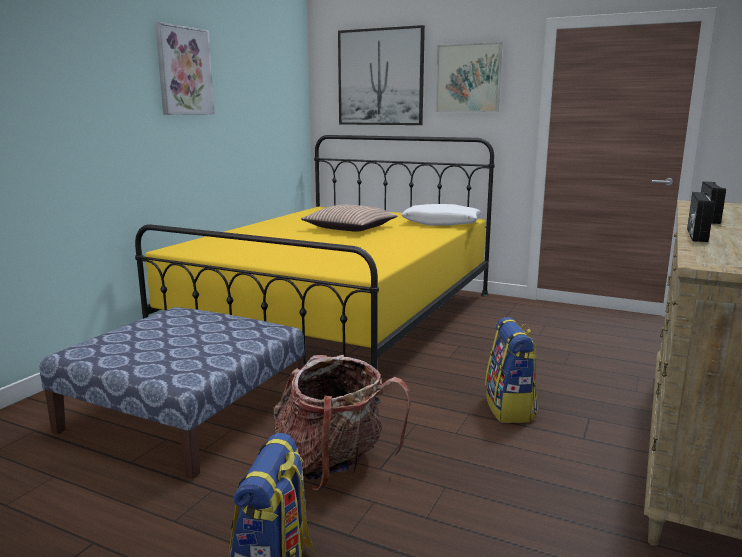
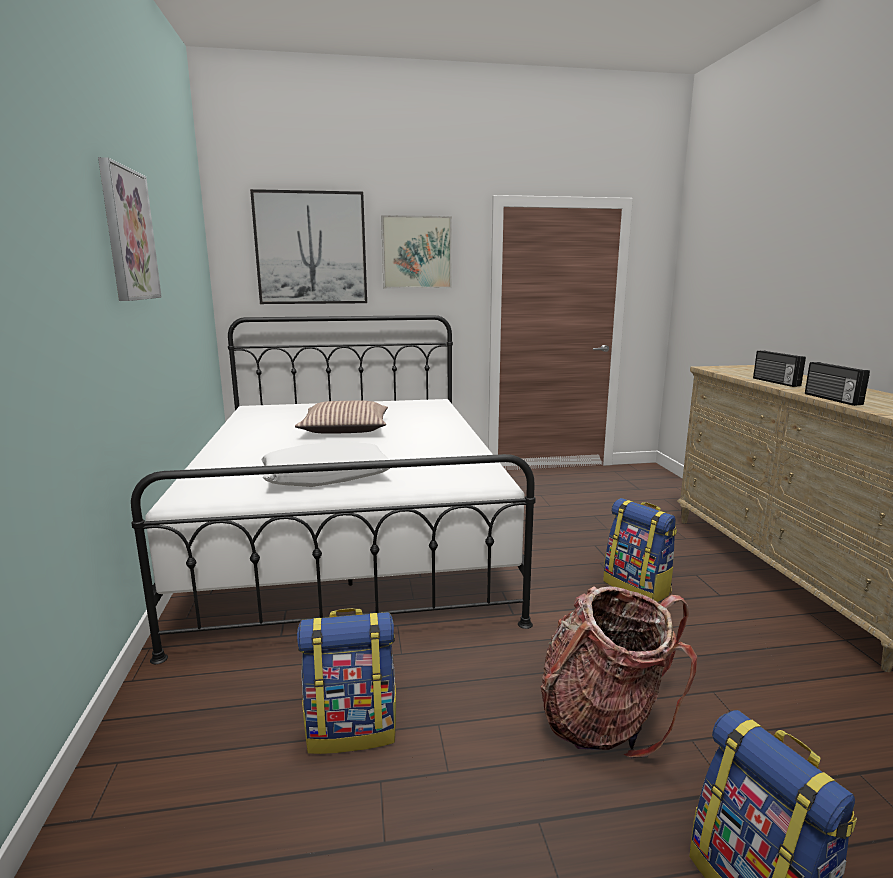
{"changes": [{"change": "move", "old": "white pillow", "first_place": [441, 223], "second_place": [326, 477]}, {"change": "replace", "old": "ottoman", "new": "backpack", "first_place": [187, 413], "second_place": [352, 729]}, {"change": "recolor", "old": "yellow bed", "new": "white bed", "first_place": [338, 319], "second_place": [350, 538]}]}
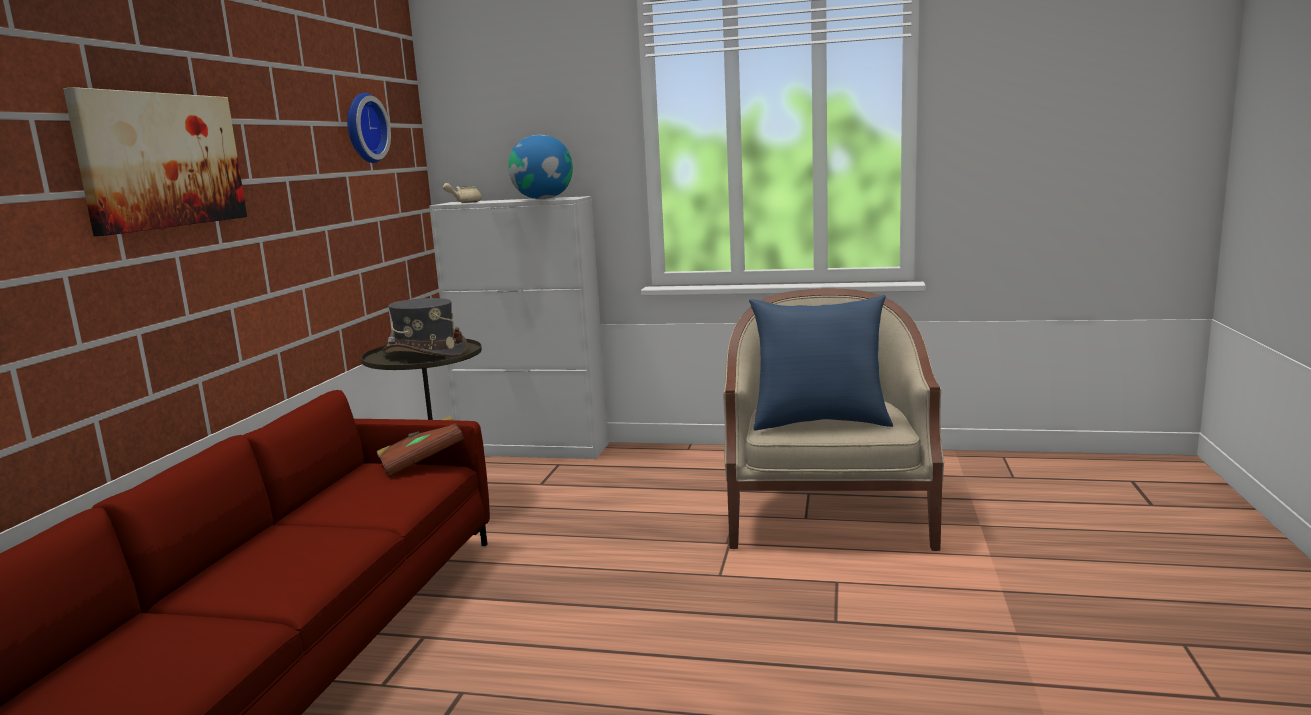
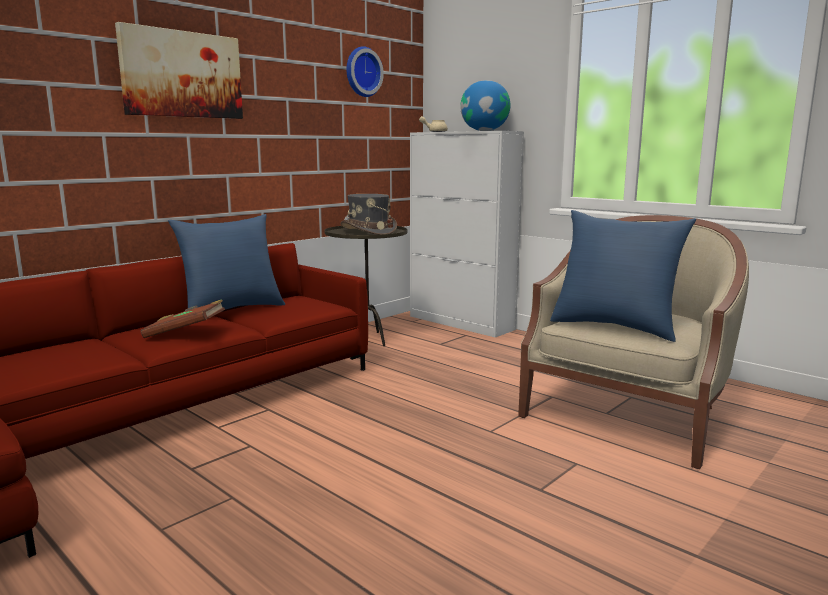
{"changes": [{"change": "insert", "new": "blue pillow", "second_place": [232, 310]}, {"change": "move", "old": "brown book", "first_place": [422, 462], "second_place": [185, 333]}]}
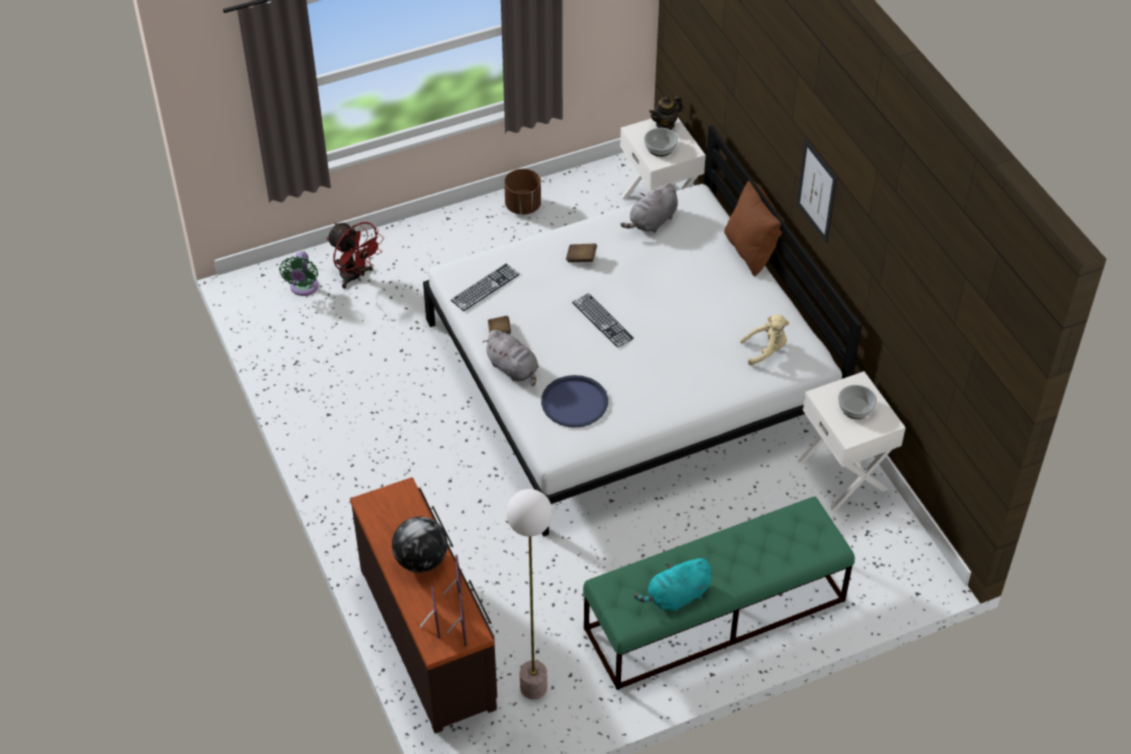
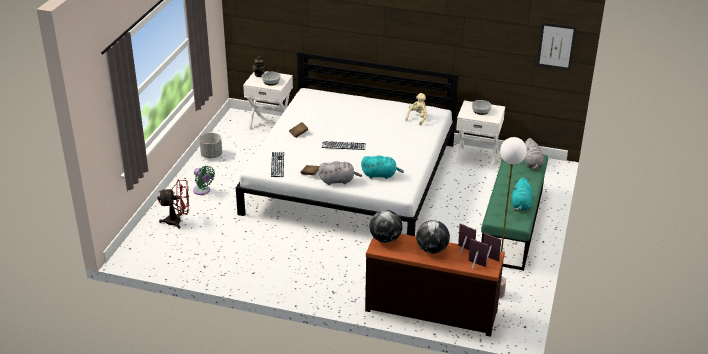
{"changes": [{"change": "delete", "old": "brown pillow", "first_place": [751, 250]}, {"change": "insert", "new": "globe", "second_place": [385, 239]}, {"change": "move", "old": "green fan", "first_place": [303, 288], "second_place": [203, 191]}, {"change": "move", "old": "grey plush toy", "first_place": [652, 222], "second_place": [532, 164]}, {"change": "move", "old": "picture", "first_place": [817, 190], "second_place": [556, 46]}, {"change": "replace", "old": "blue tray", "new": "turquoise plush toy", "first_place": [574, 402], "second_place": [380, 175]}, {"change": "recolor", "old": "brown planter", "new": "grey planter", "first_place": [523, 206], "second_place": [211, 155]}]}
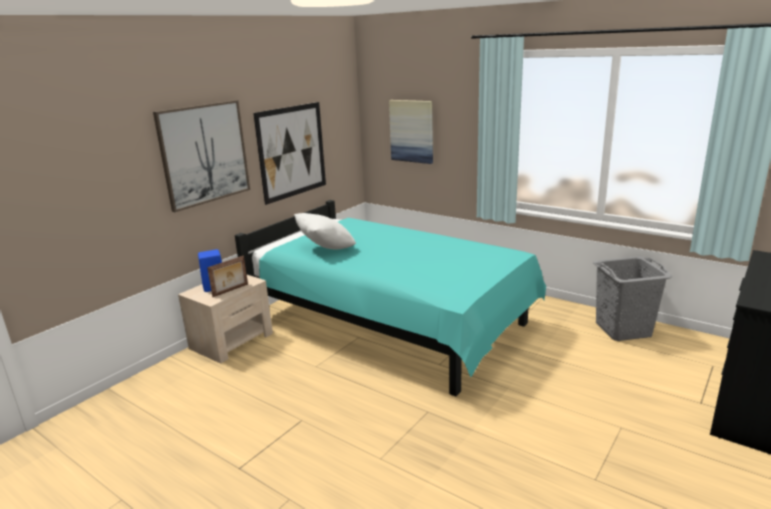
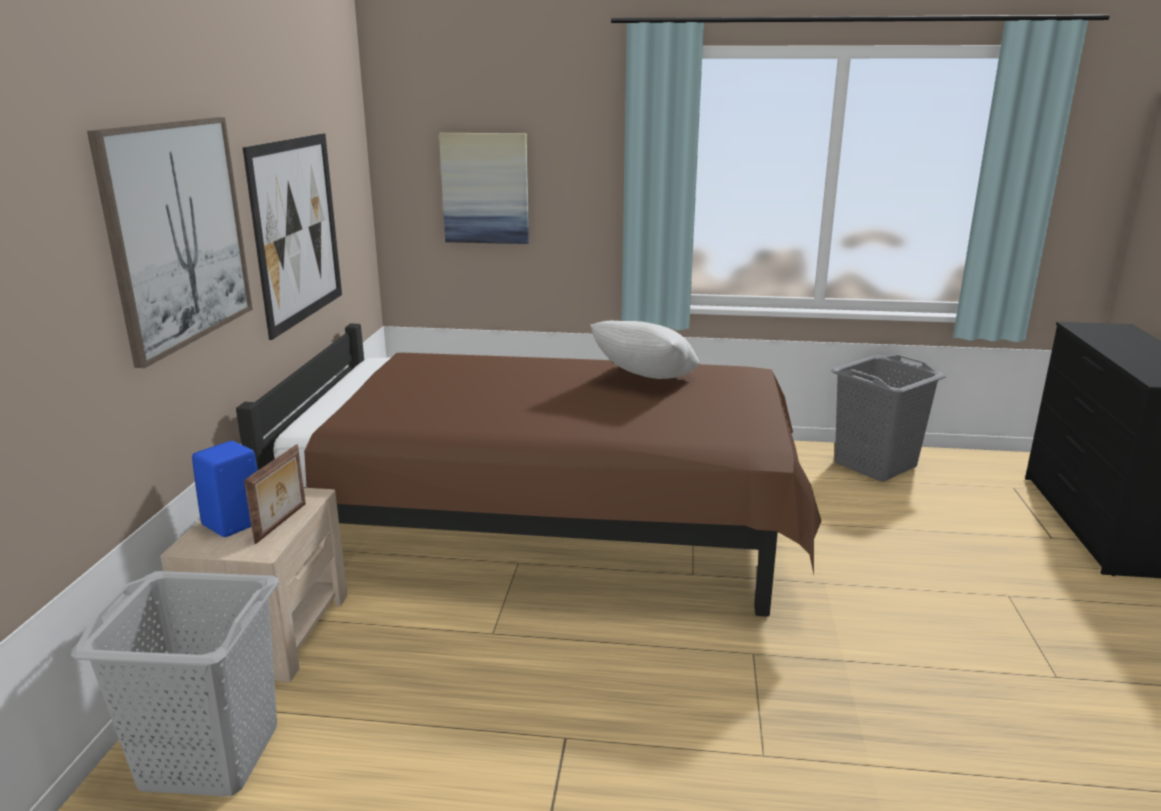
{"changes": [{"change": "insert", "new": "grey laundry basket", "second_place": [210, 757]}, {"change": "move", "old": "white pillow", "first_place": [326, 249], "second_place": [645, 381]}, {"change": "recolor", "old": "turquoise bed", "new": "brown bed", "first_place": [391, 323], "second_place": [552, 527]}]}
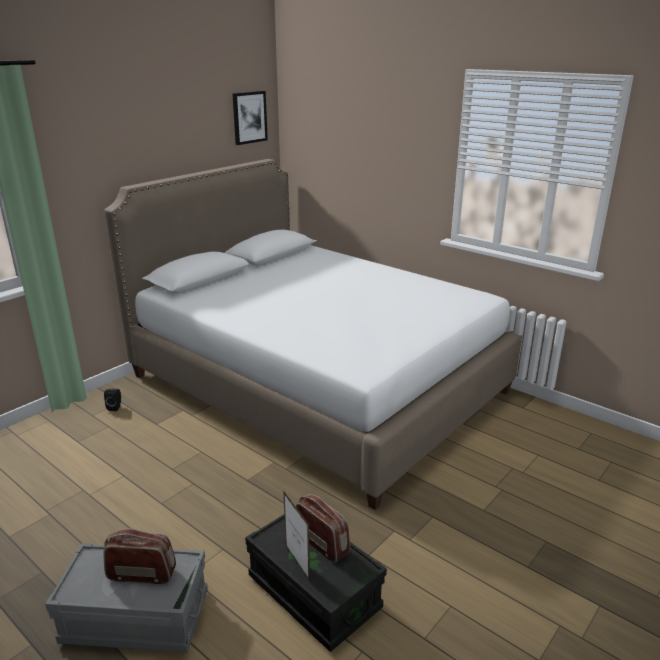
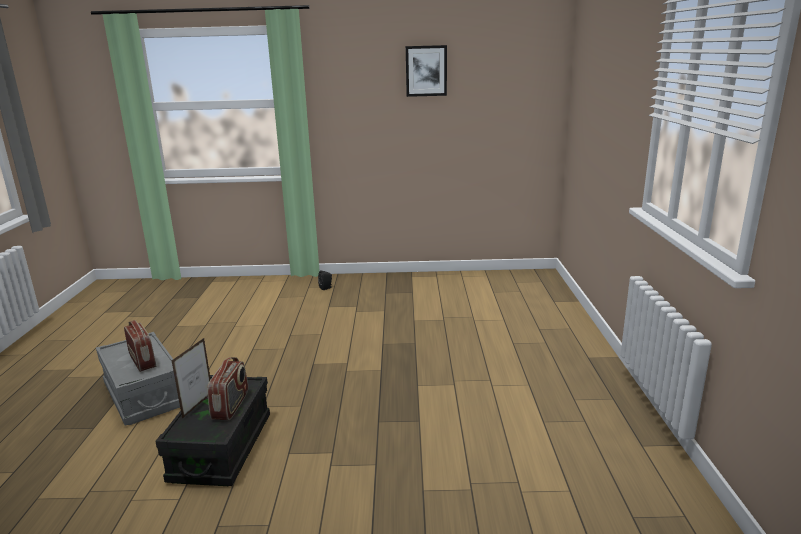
{"changes": [{"change": "delete", "old": "white bed", "first_place": [317, 383]}, {"change": "move", "old": "picture", "first_place": [249, 117], "second_place": [426, 71]}]}
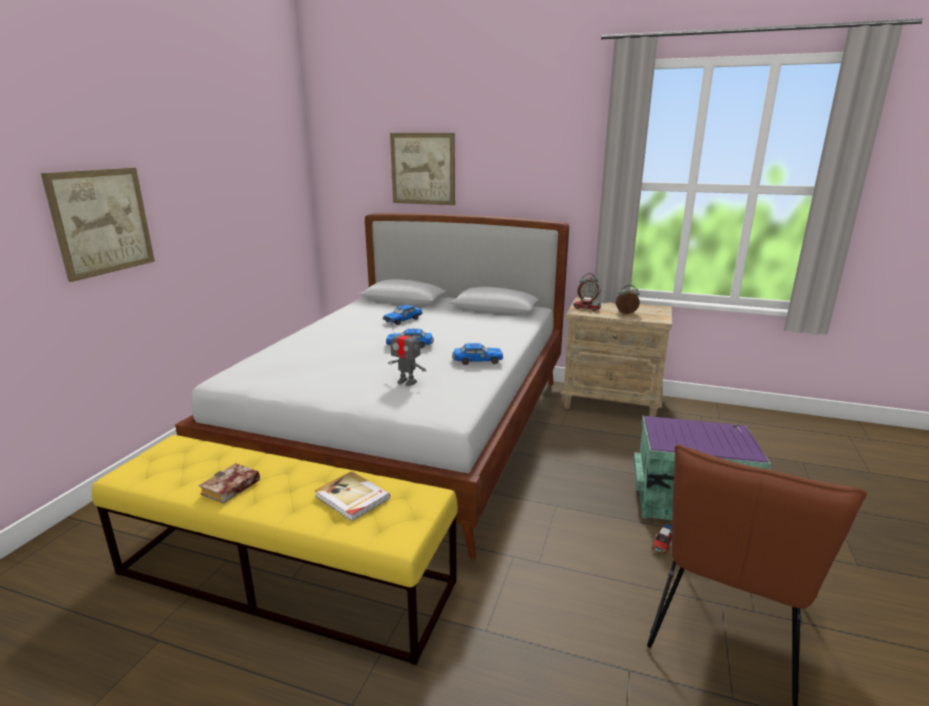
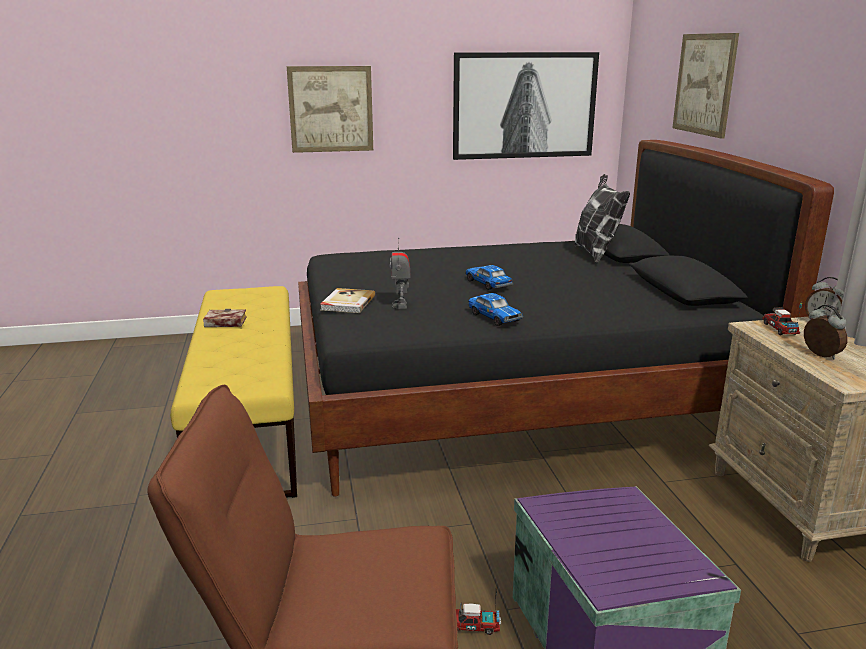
{"changes": [{"change": "delete", "old": "toy car", "first_place": [403, 320]}, {"change": "insert", "new": "picture", "second_place": [524, 106]}, {"change": "insert", "new": "pillow", "second_place": [596, 254]}, {"change": "move", "old": "book", "first_place": [352, 498], "second_place": [347, 303]}, {"change": "recolor", "old": "white bed", "new": "black bed", "first_place": [412, 431], "second_place": [512, 396]}]}
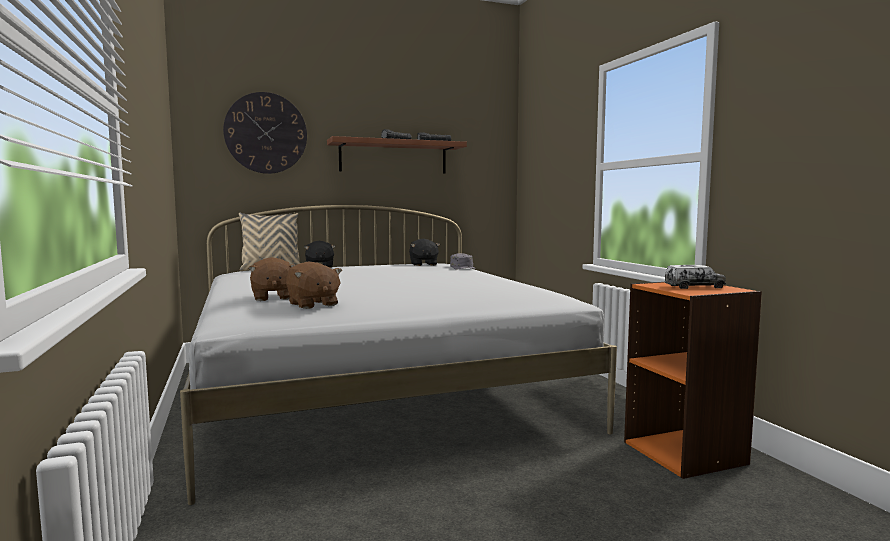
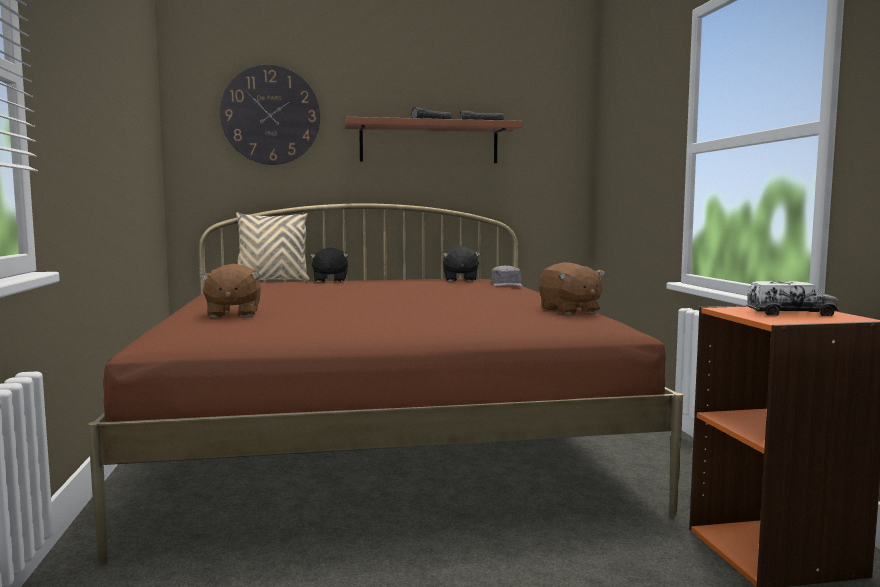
{"changes": [{"change": "move", "old": "brown plush toy", "first_place": [312, 304], "second_place": [569, 311]}, {"change": "recolor", "old": "white bed", "new": "brown bed", "first_place": [376, 391], "second_place": [381, 438]}]}
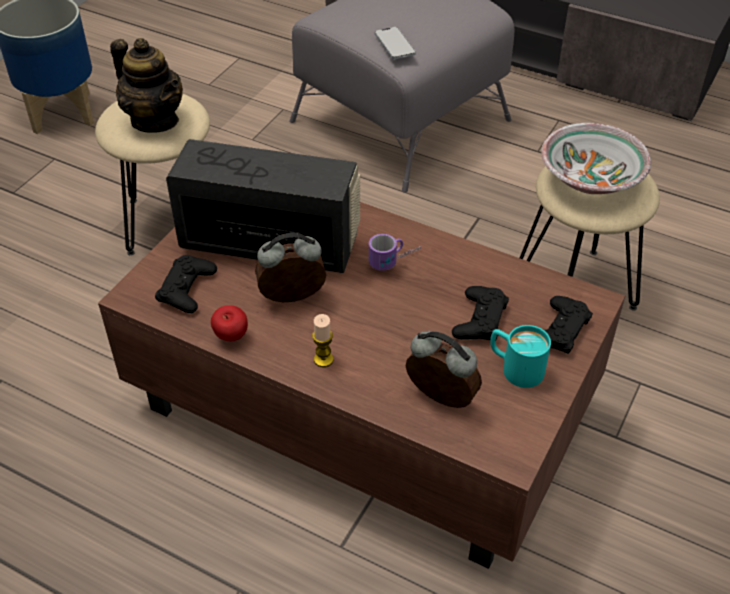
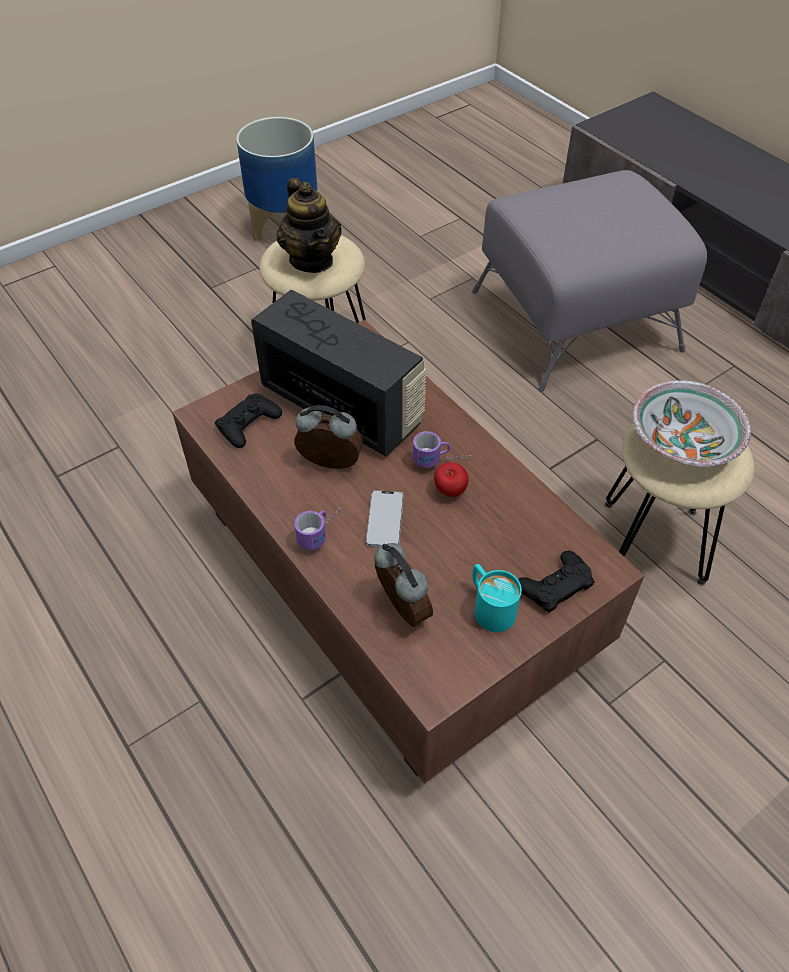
{"changes": [{"change": "delete", "old": "black game controller", "first_place": [480, 319]}, {"change": "move", "old": "apple", "first_place": [231, 337], "second_place": [449, 492]}, {"change": "move", "old": "phone", "first_place": [394, 44], "second_place": [385, 520]}, {"change": "replace", "old": "candle", "new": "mug", "first_place": [323, 359], "second_place": [322, 532]}]}
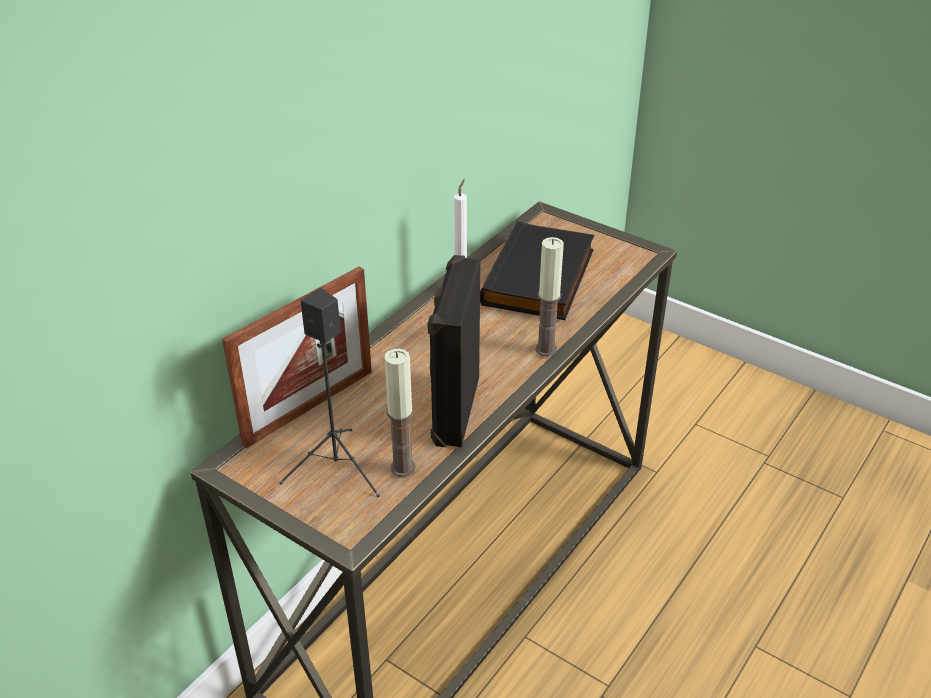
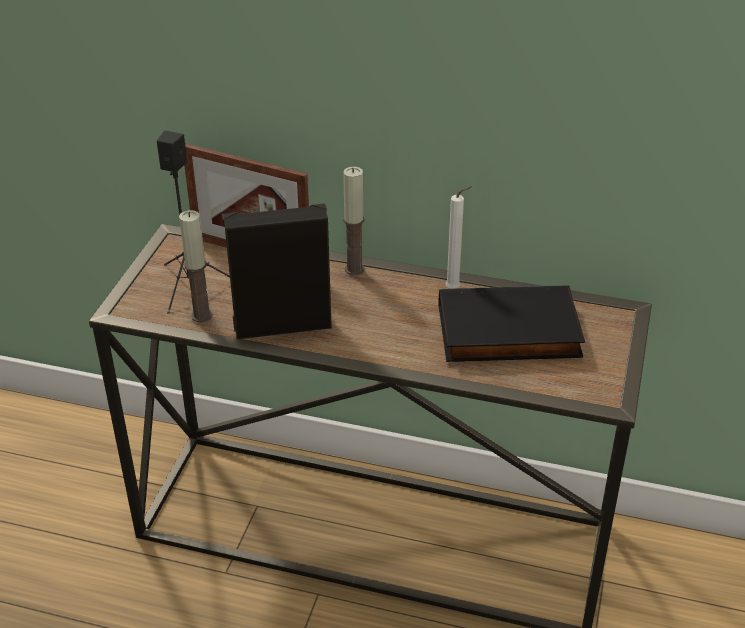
{"changes": [{"change": "move", "old": "candle", "first_place": [546, 349], "second_place": [354, 269]}]}
